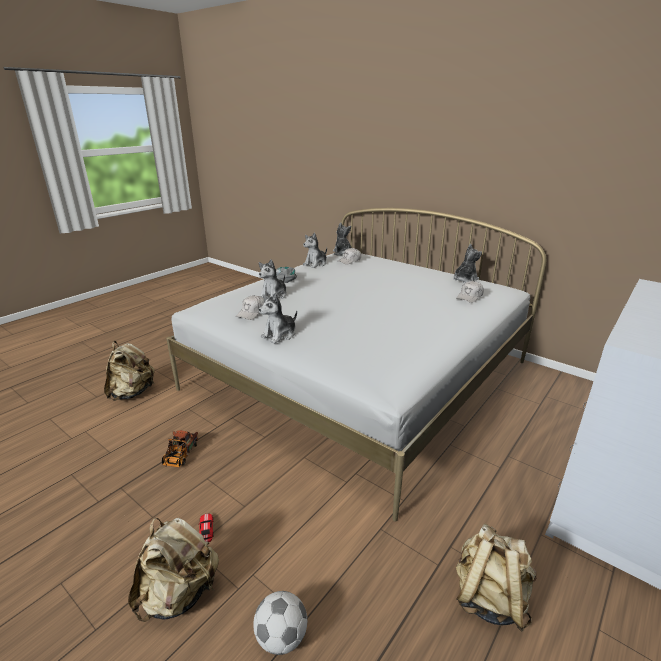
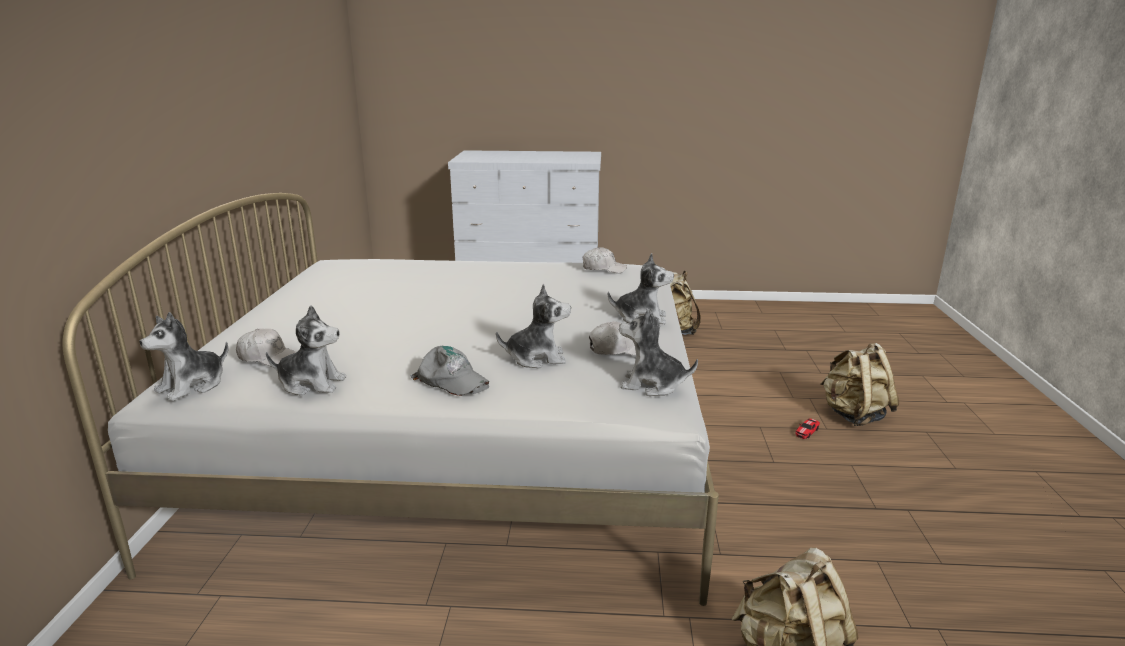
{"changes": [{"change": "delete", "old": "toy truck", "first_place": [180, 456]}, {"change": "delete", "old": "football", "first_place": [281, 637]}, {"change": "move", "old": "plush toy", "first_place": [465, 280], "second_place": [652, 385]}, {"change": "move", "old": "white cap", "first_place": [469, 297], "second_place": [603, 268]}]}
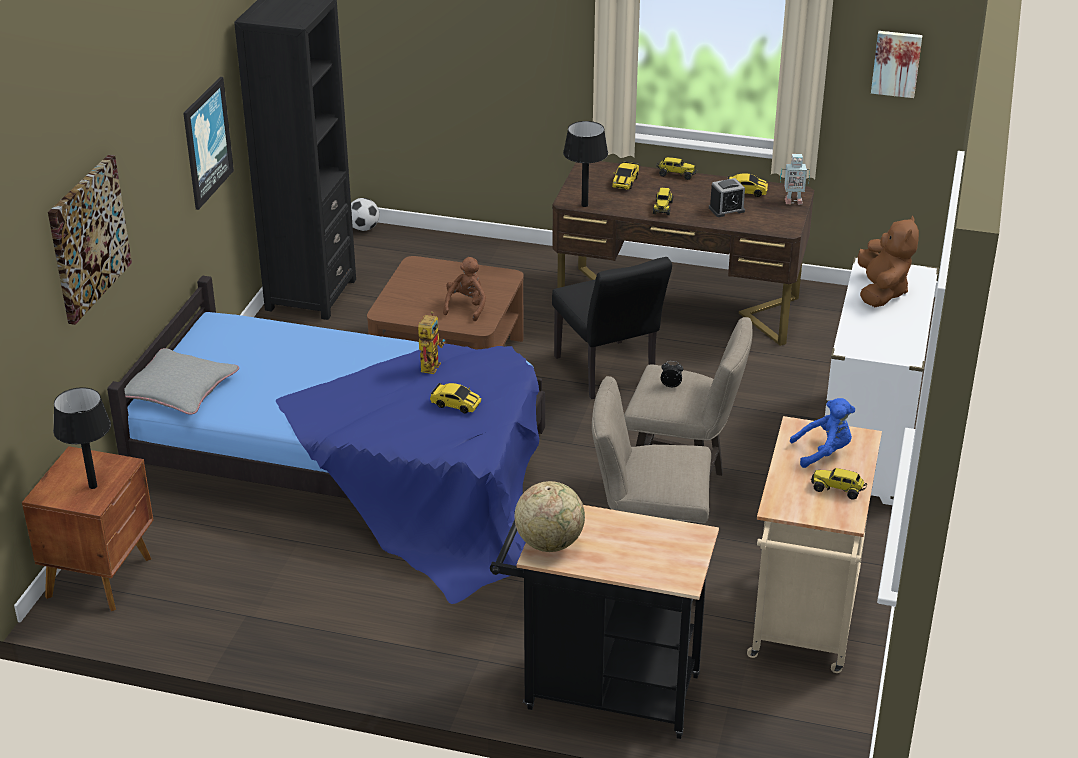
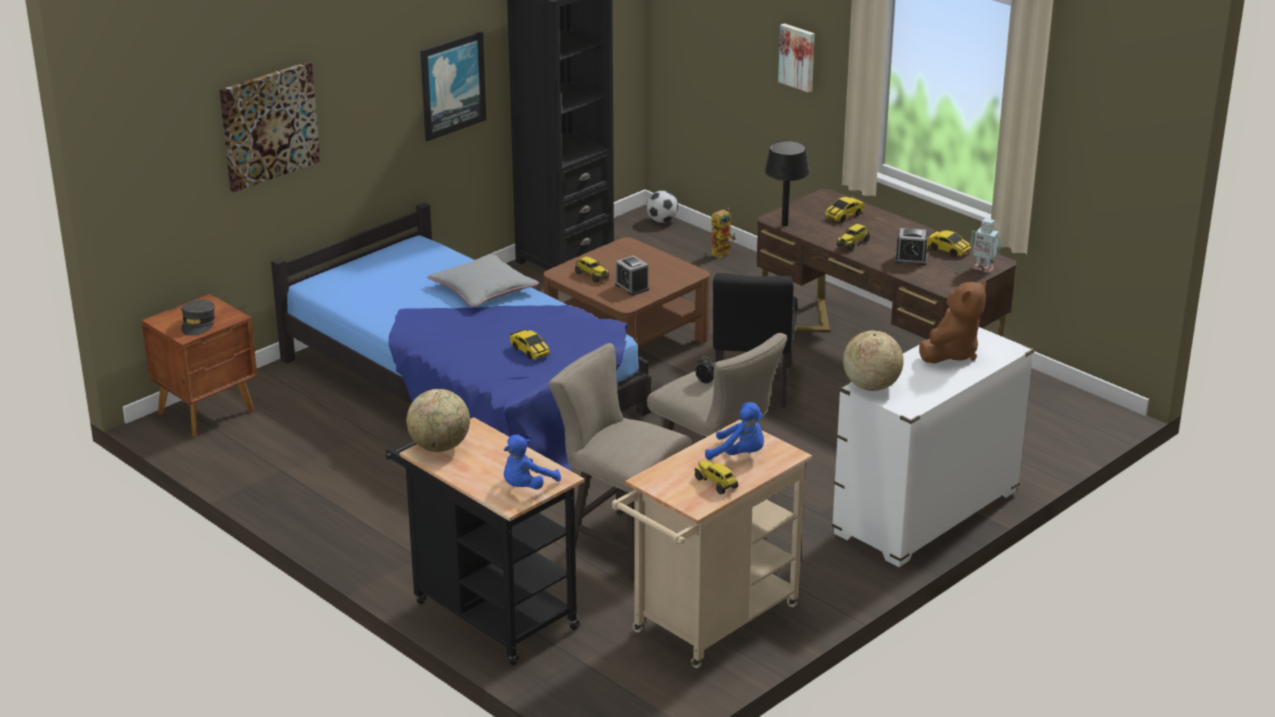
{"changes": [{"change": "insert", "new": "blue plush toy", "second_place": [526, 487]}, {"change": "insert", "new": "globe", "second_place": [871, 386]}, {"change": "move", "old": "grey pillow", "first_place": [178, 390], "second_place": [483, 289]}, {"change": "move", "old": "toy robot", "first_place": [430, 364], "second_place": [722, 252]}, {"change": "move", "old": "toy truck", "first_place": [676, 174], "second_place": [591, 275]}, {"change": "move", "old": "picture", "first_place": [896, 63], "second_place": [798, 57]}, {"change": "replace", "old": "black table lamp", "new": "grey cap", "first_place": [93, 486], "second_place": [198, 324]}, {"change": "replace", "old": "brown plush toy", "new": "alarm clock", "first_place": [466, 307], "second_place": [632, 287]}]}
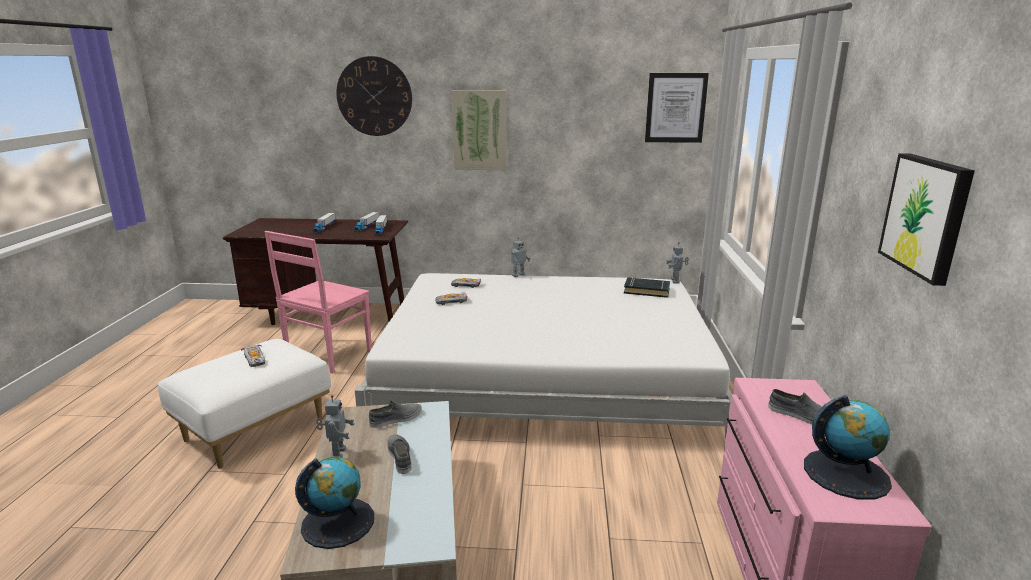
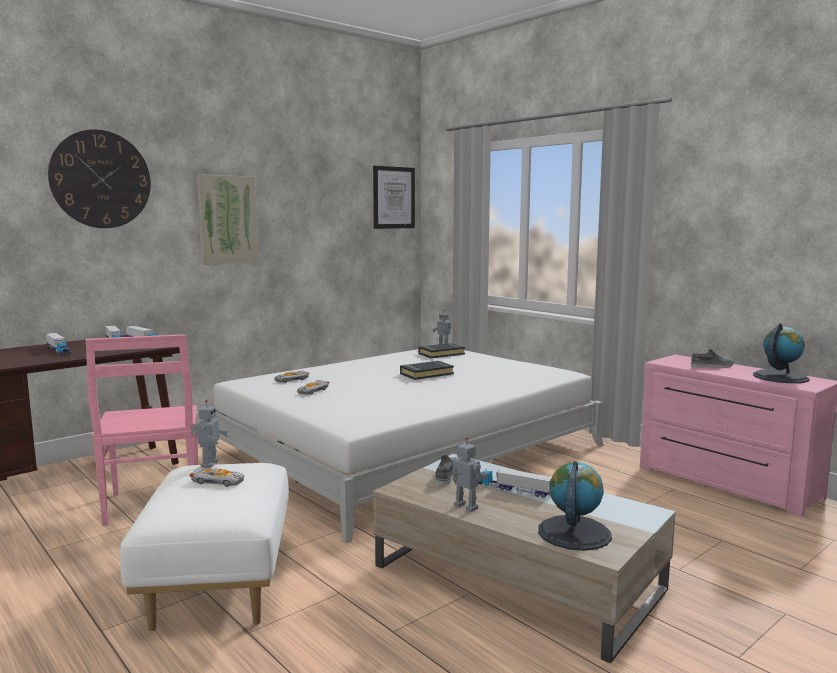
{"changes": [{"change": "delete", "old": "picture", "first_place": [927, 216]}, {"change": "insert", "new": "black book", "second_place": [426, 374]}, {"change": "move", "old": "toy robot", "first_place": [518, 275], "second_place": [208, 464]}, {"change": "replace", "old": "grey shoe", "new": "toy truck", "first_place": [400, 456], "second_place": [511, 489]}]}
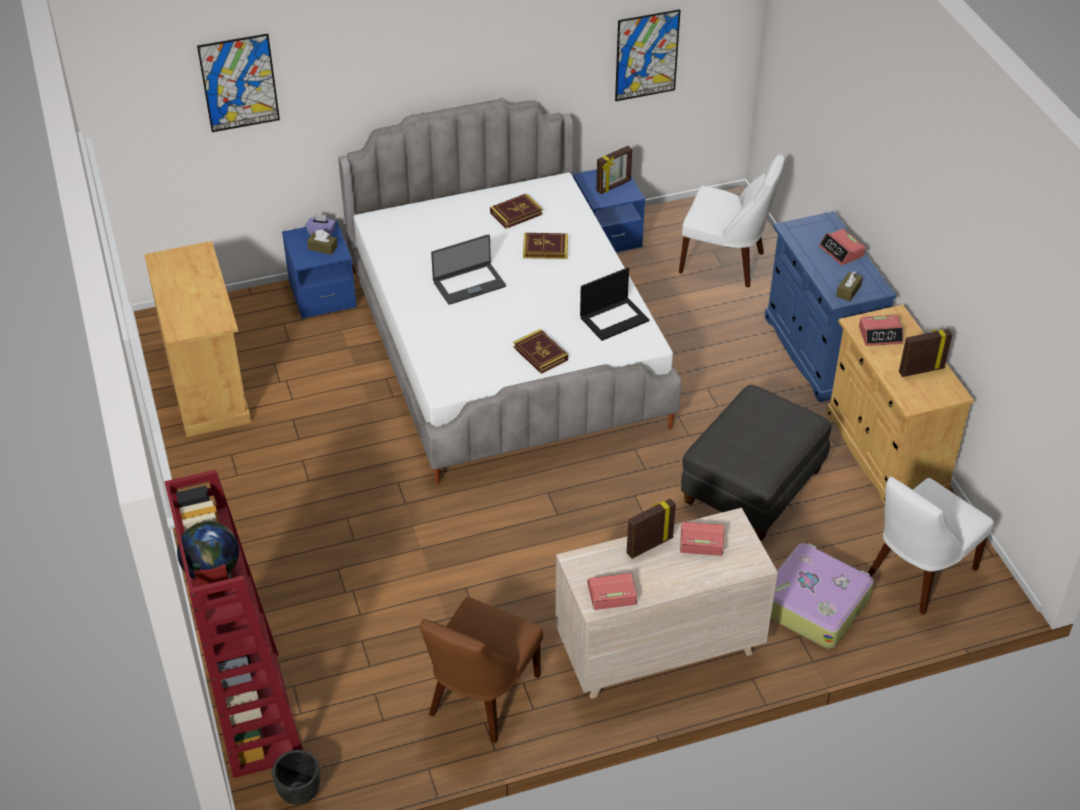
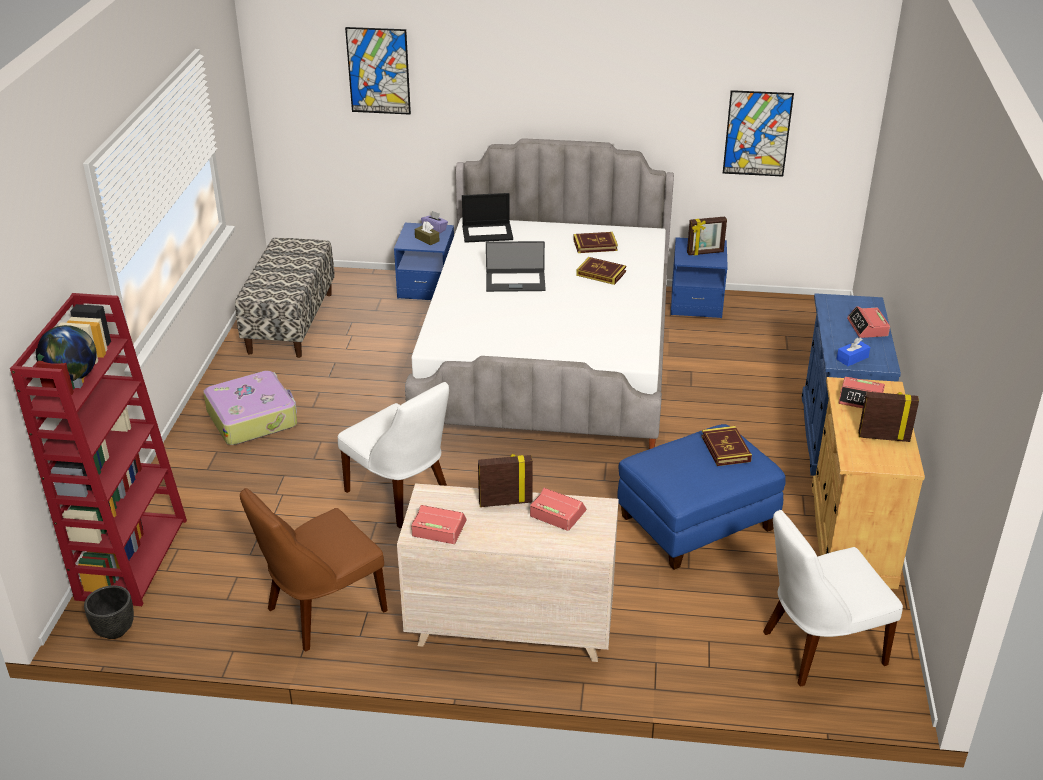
{"changes": [{"change": "move", "old": "book", "first_place": [540, 354], "second_place": [725, 449]}, {"change": "move", "old": "laptop", "first_place": [614, 318], "second_place": [488, 233]}, {"change": "move", "old": "white chair", "first_place": [726, 263], "second_place": [401, 496]}, {"change": "move", "old": "suitcase", "first_place": [814, 604], "second_place": [253, 418]}, {"change": "replace", "old": "beige cabinet", "new": "bench", "first_place": [207, 384], "second_place": [290, 322]}, {"change": "recolor", "old": "grey ottoman", "new": "blue ottoman", "first_place": [752, 488], "second_place": [696, 524]}, {"change": "recolor", "old": "brown tissue box", "new": "blue tissue box", "first_place": [848, 291], "second_place": [852, 358]}]}
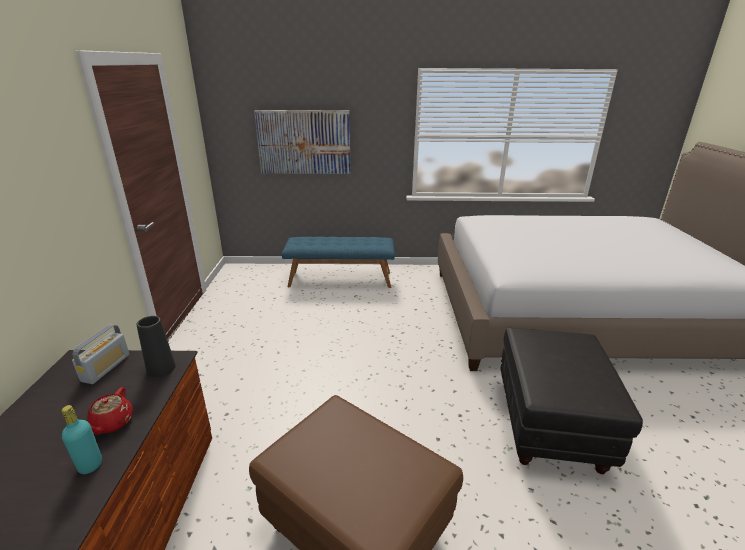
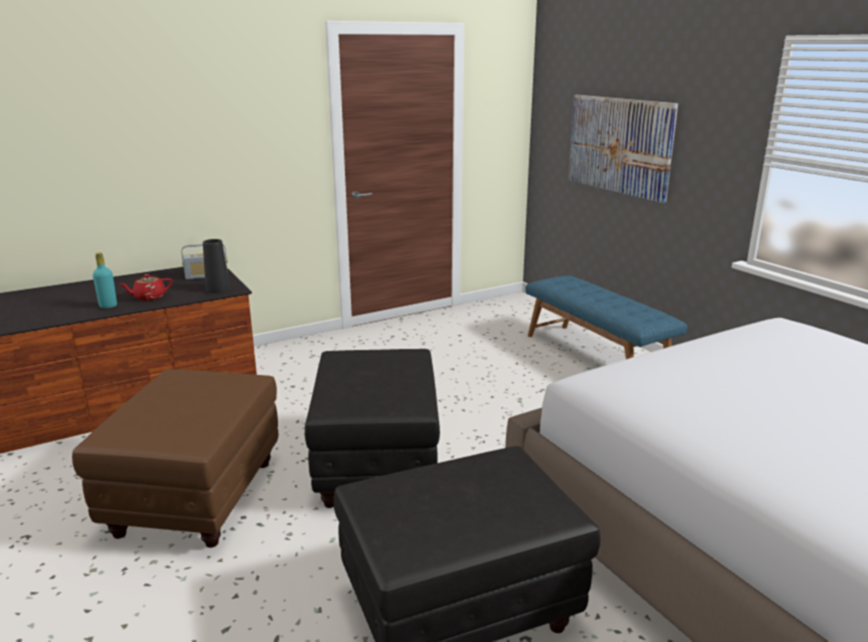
{"changes": [{"change": "insert", "new": "black ottoman", "second_place": [378, 466]}]}
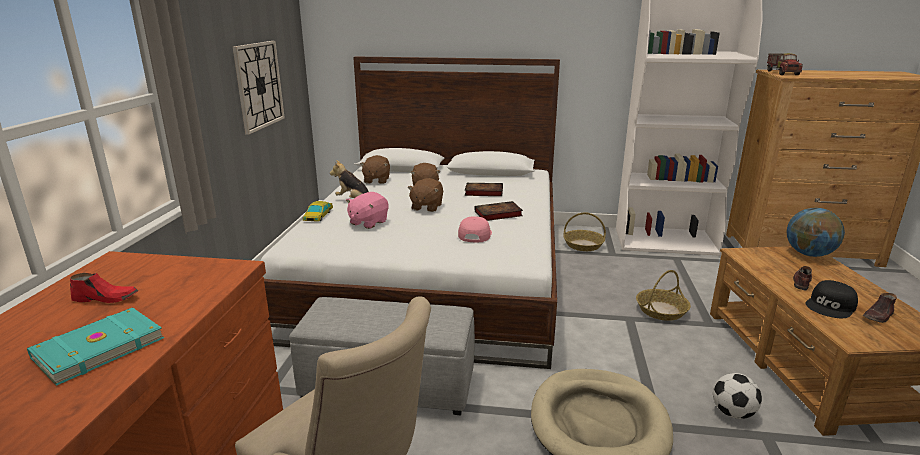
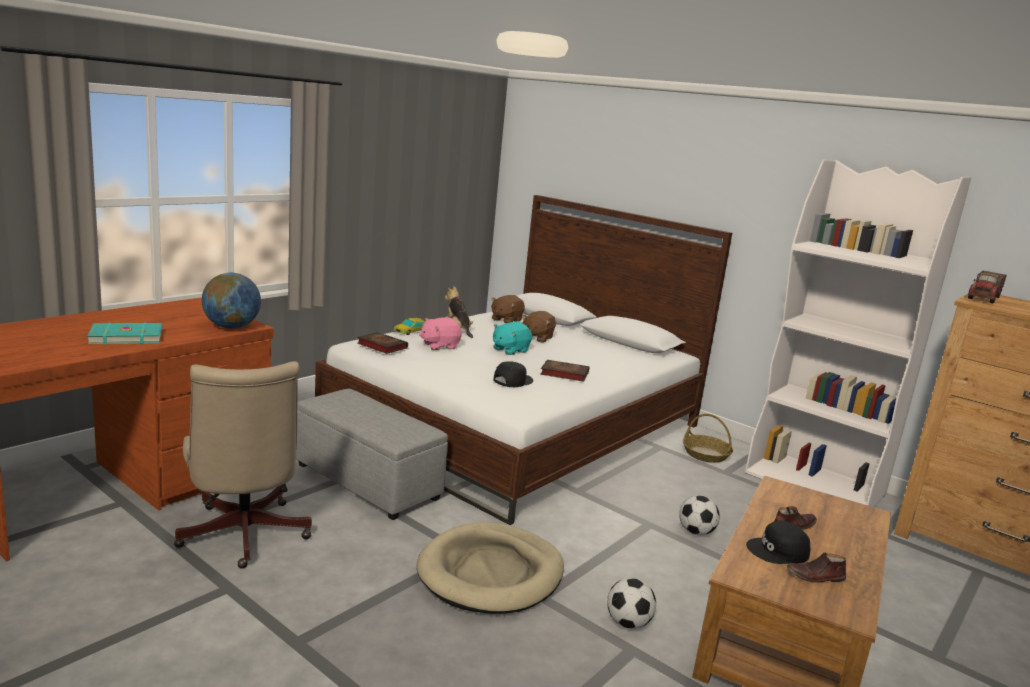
{"changes": [{"change": "delete", "old": "red shoe", "first_place": [106, 298]}, {"change": "delete", "old": "wall clock", "first_place": [259, 85]}, {"change": "move", "old": "book", "first_place": [482, 192], "second_place": [381, 346]}, {"change": "move", "old": "globe", "first_place": [809, 254], "second_place": [231, 327]}, {"change": "replace", "old": "basket", "new": "football", "first_place": [661, 310], "second_place": [696, 532]}, {"change": "recolor", "old": "brown plush toy", "new": "turquoise plush toy", "first_place": [426, 207], "second_place": [510, 350]}, {"change": "recolor", "old": "pink cap", "new": "black cap", "first_place": [474, 234], "second_place": [512, 380]}]}
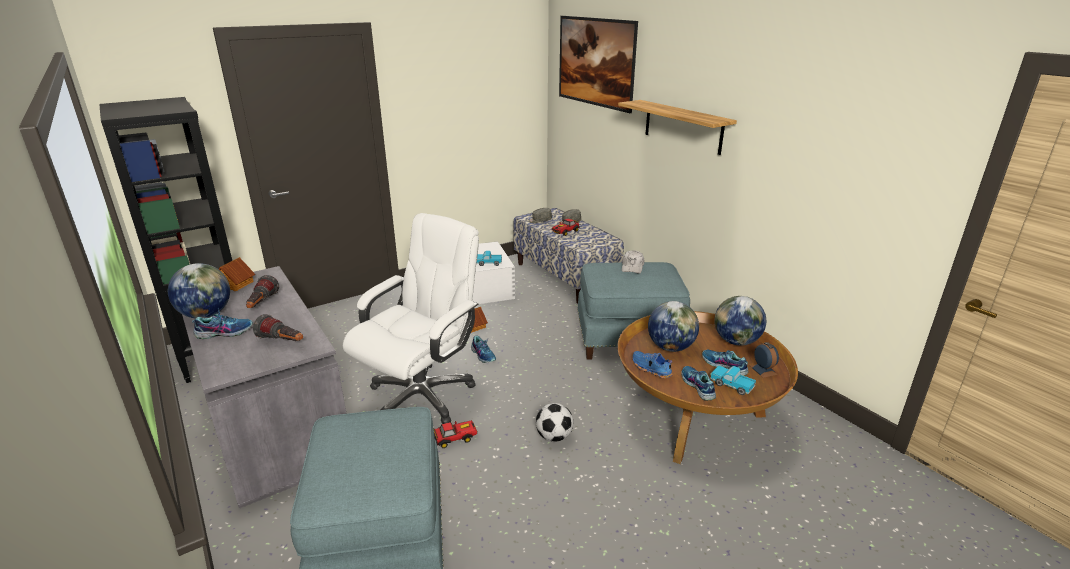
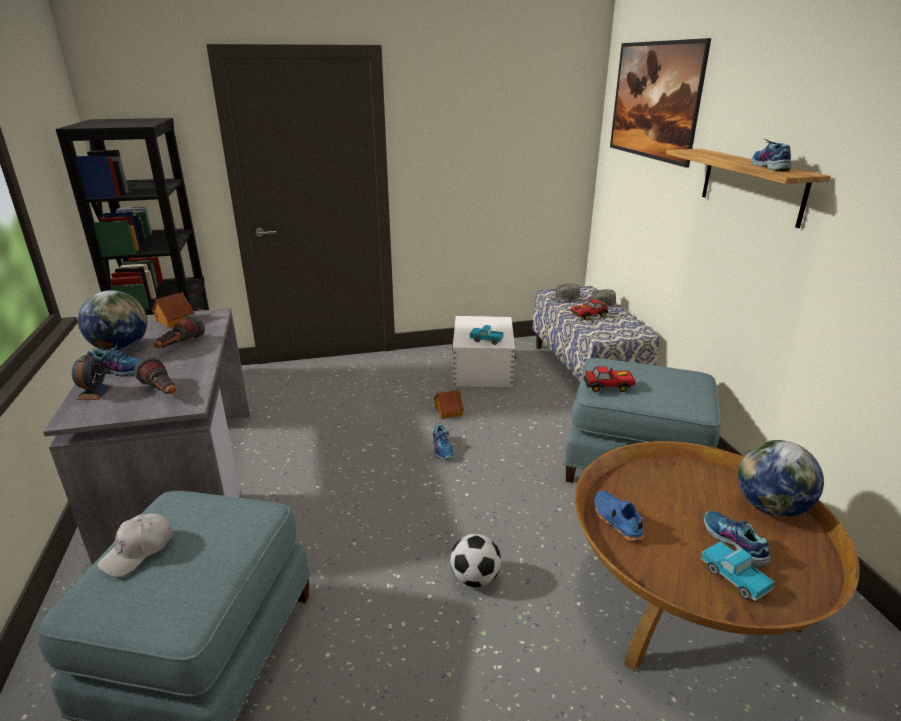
{"changes": [{"change": "delete", "old": "white office chair", "first_place": [421, 395]}, {"change": "delete", "old": "globe", "first_place": [670, 347]}, {"change": "move", "old": "toy car", "first_place": [455, 438], "second_place": [608, 386]}, {"change": "move", "old": "white cap", "first_place": [632, 267], "second_place": [138, 551]}, {"change": "move", "old": "shoe", "first_place": [697, 386], "second_place": [769, 167]}, {"change": "move", "old": "alarm clock", "first_place": [763, 370], "second_place": [95, 392]}]}
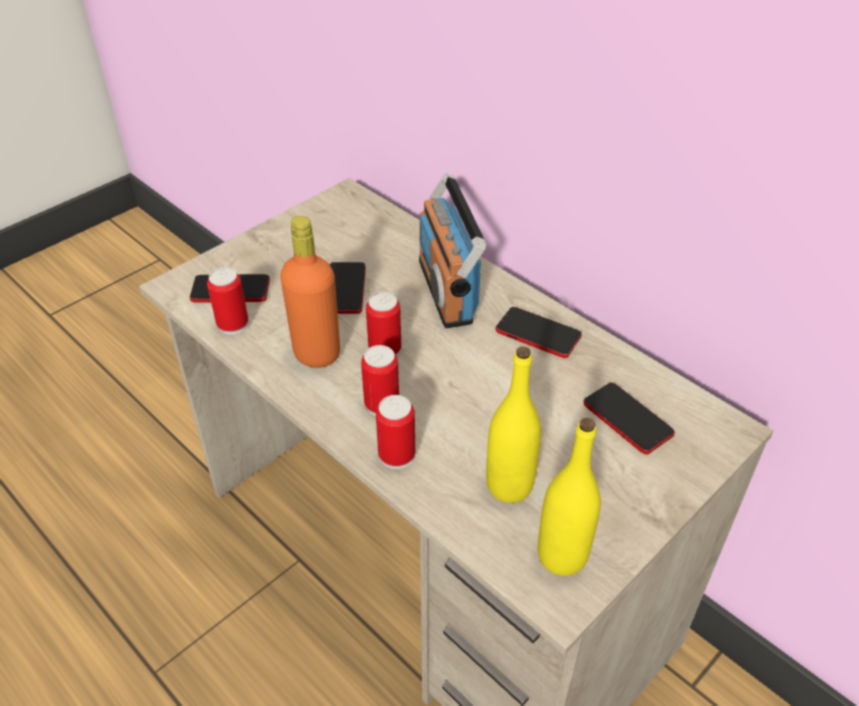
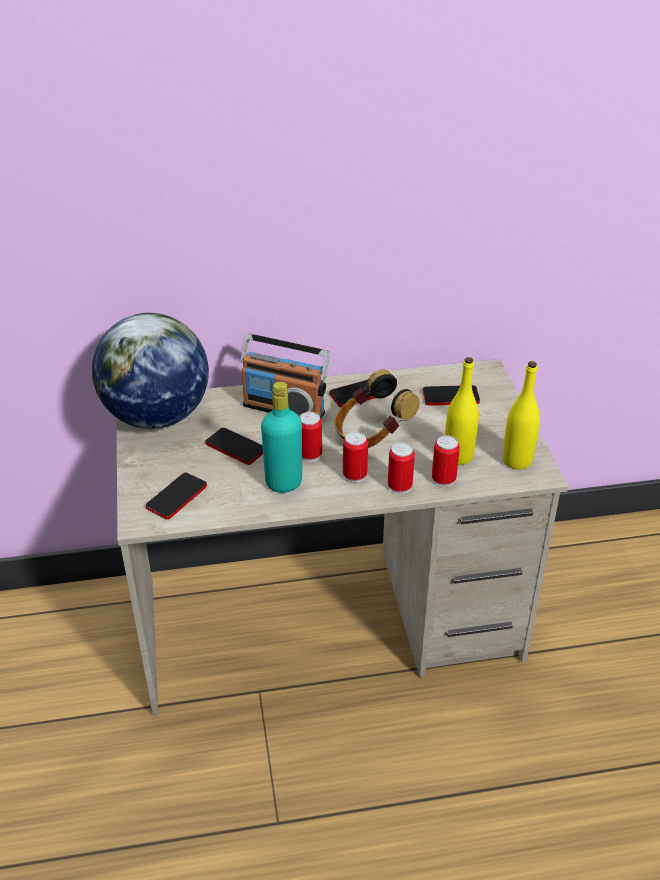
{"changes": [{"change": "insert", "new": "globe", "second_place": [156, 417]}, {"change": "insert", "new": "headphones", "second_place": [371, 434]}, {"change": "move", "old": "can", "first_place": [233, 324], "second_place": [443, 479]}, {"change": "recolor", "old": "orange bottle", "new": "turquoise bottle", "first_place": [317, 353], "second_place": [283, 483]}]}
